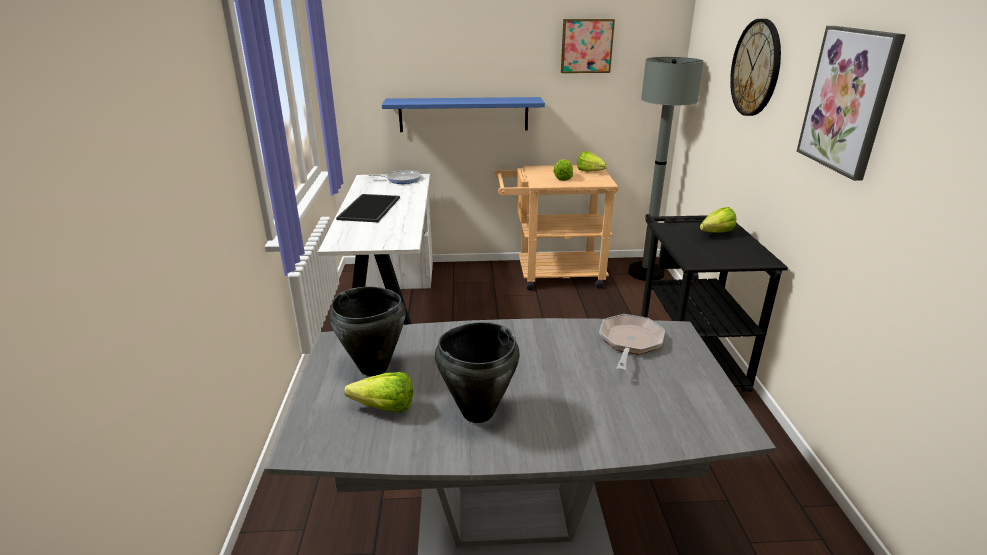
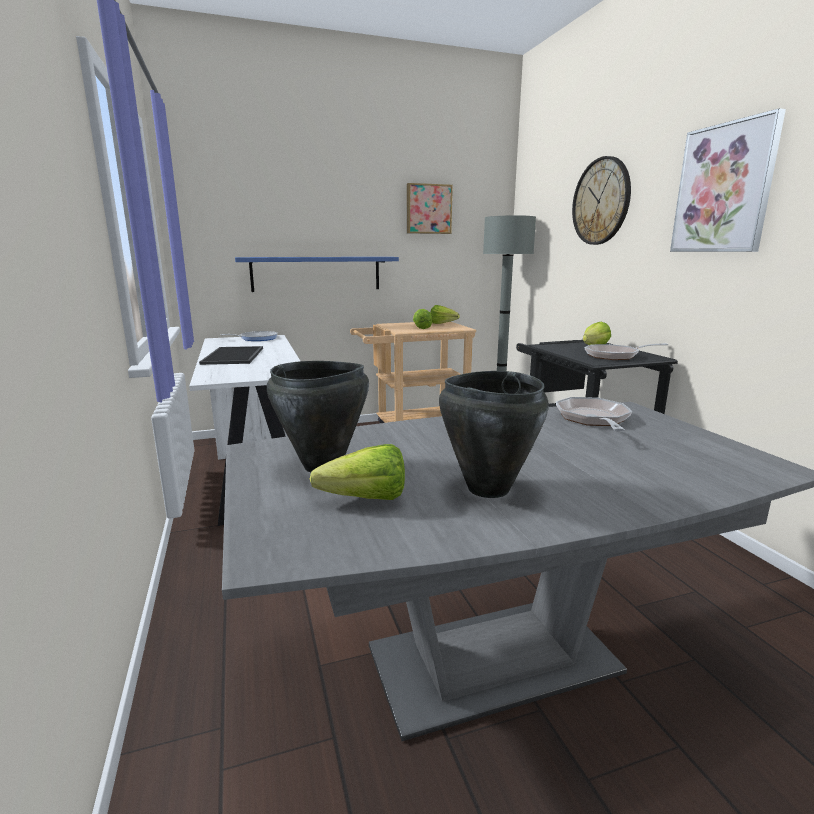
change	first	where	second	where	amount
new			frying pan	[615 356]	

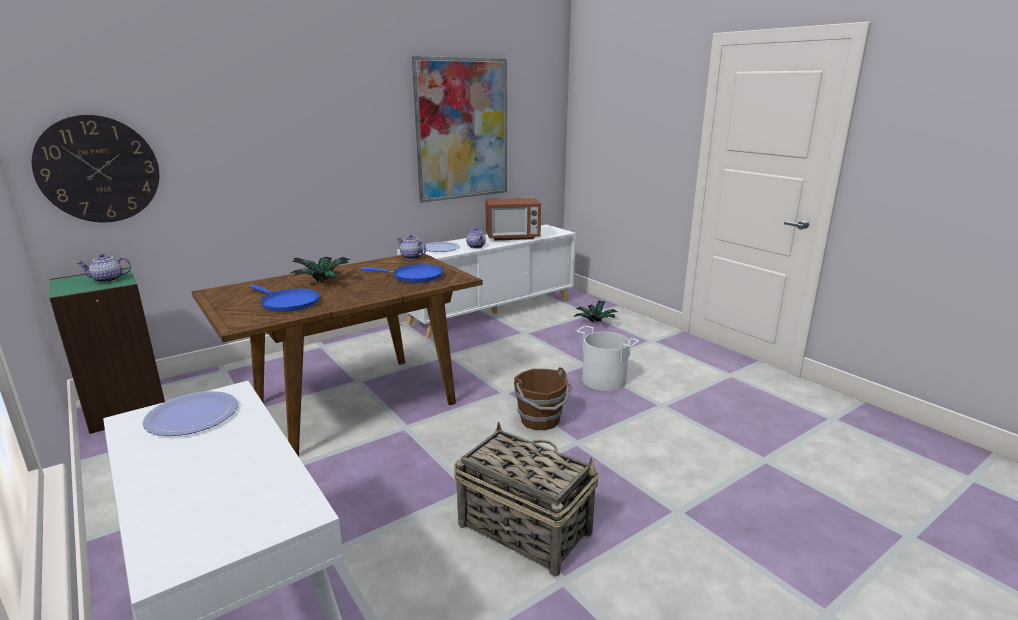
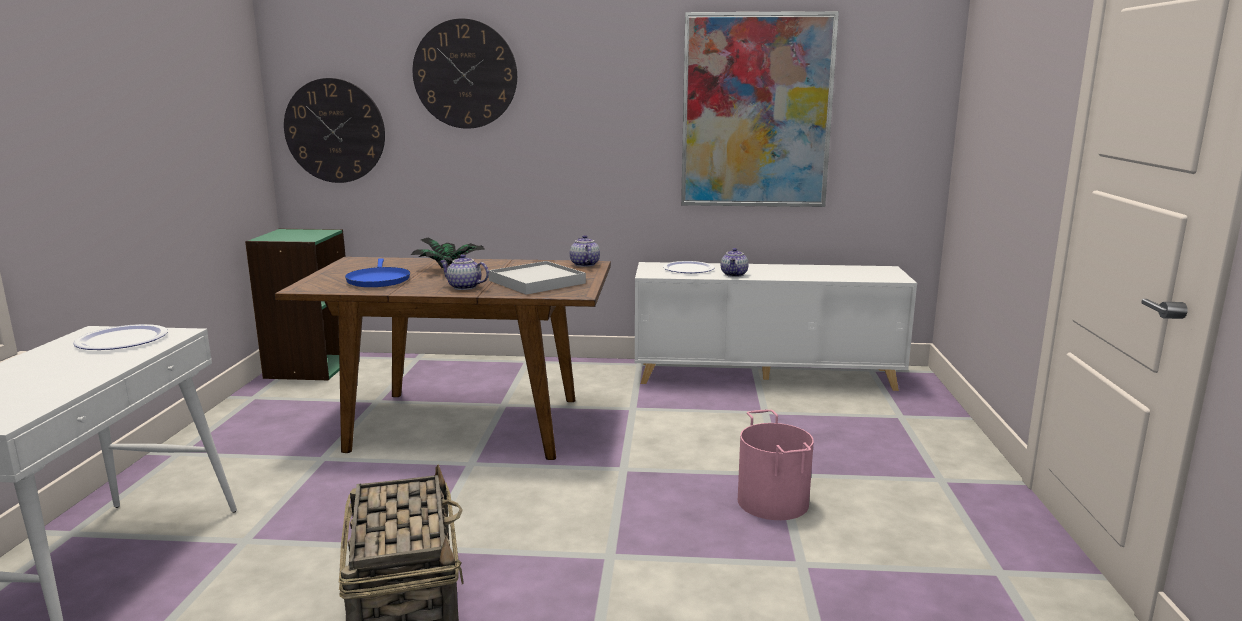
change	first	where	second	where	amount
gone	microwave	[512 237]			
gone	bucket (brown)	[540 420]			
gone	potted plant	[595 323]			
new			wall clock	[465 74]	
shifted	teapot	[107 280]		[463 287]	
swapped	frying pan (blue)	[414 276]	tray (white)	[537 282]	
repainted	bucket (white)	[603 380]	bucket (pink)	[771 502]	

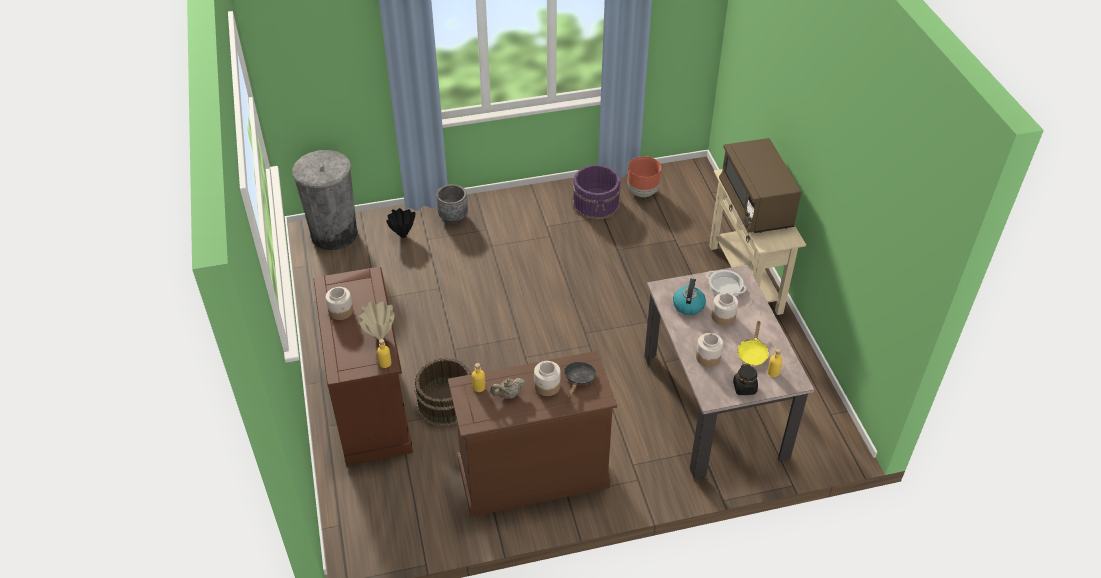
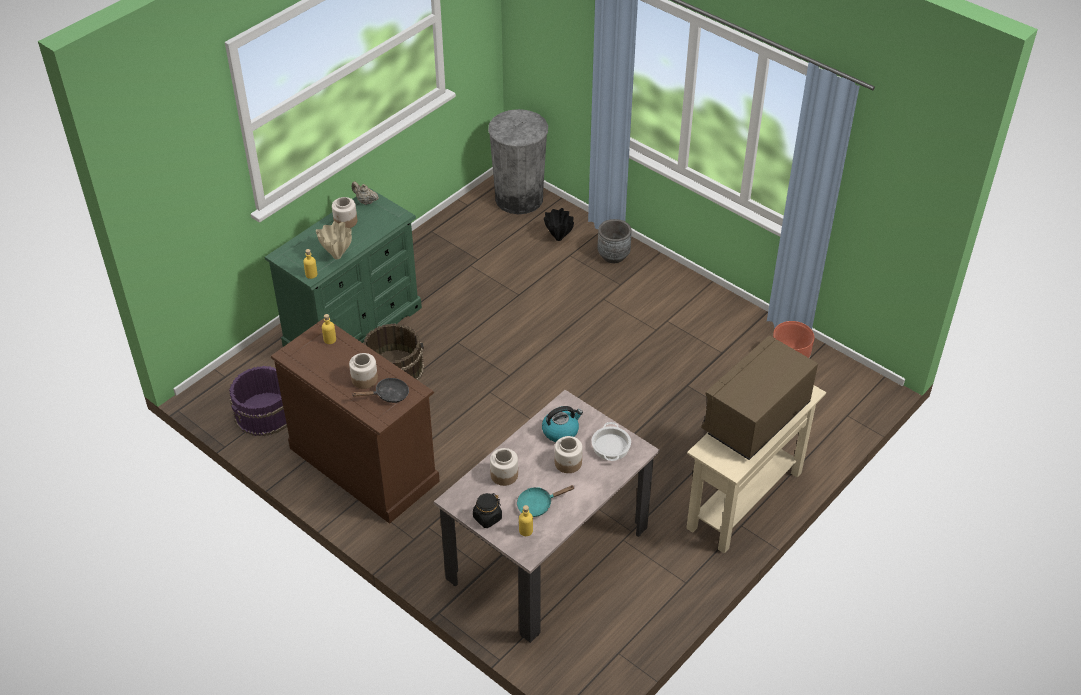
change	first	where	second	where	amount
shifted	teapot (beige)	[508 395]		[365 201]	
shifted	bucket (purple)	[596 203]		[265 413]	
repainted	dresser (brown)	[371 406]	dresser (green)	[353 327]	
repainted	frying pan (yellow)	[752 353]	frying pan (turquoise)	[538 504]	

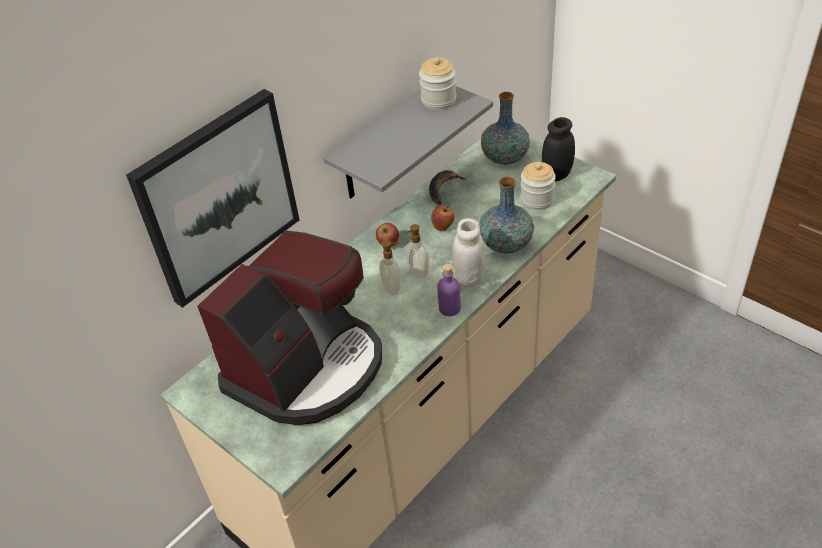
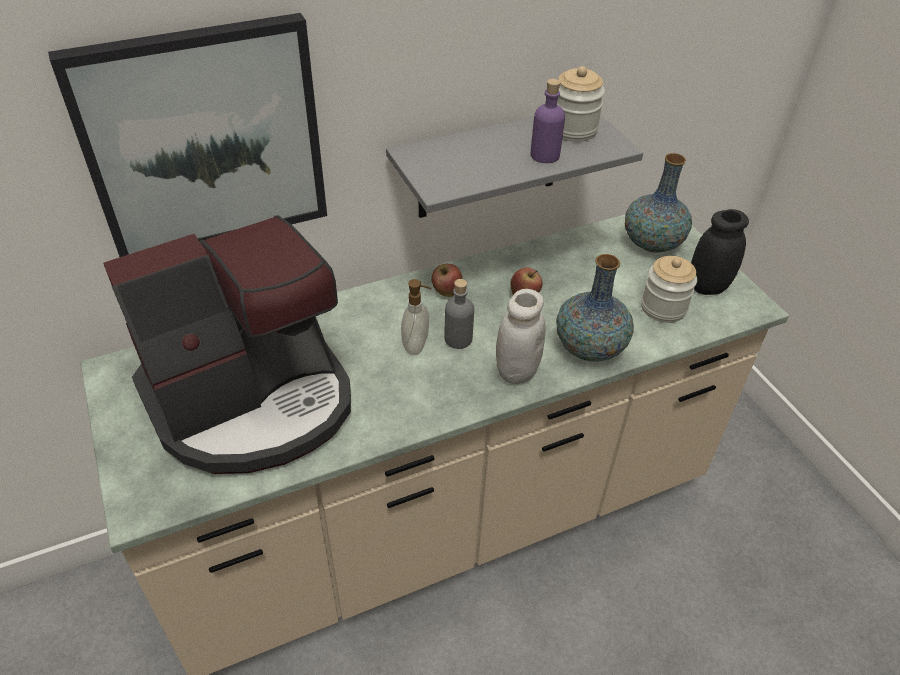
change	first	where	second	where	amount
gone	banana	[443 189]			
shifted	bottle (purple)	[449 308]		[544 155]	
swapped	soap dispenser	[417 272]	bottle (grey)	[458 339]	

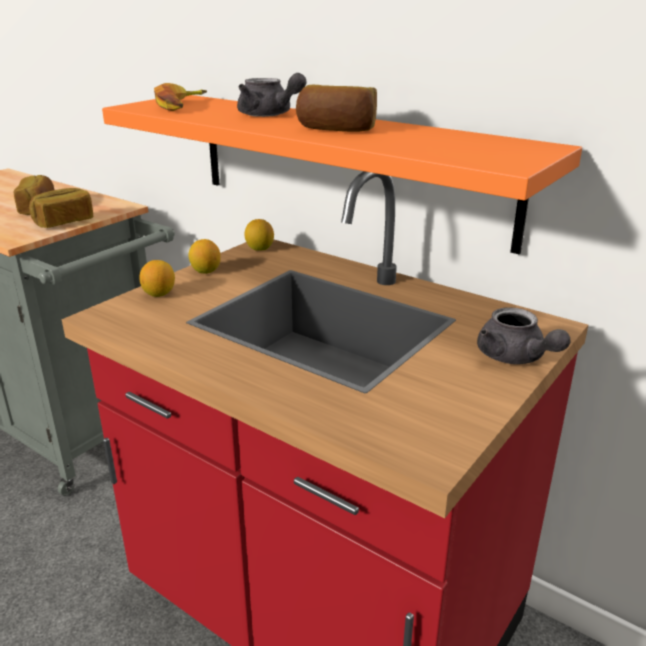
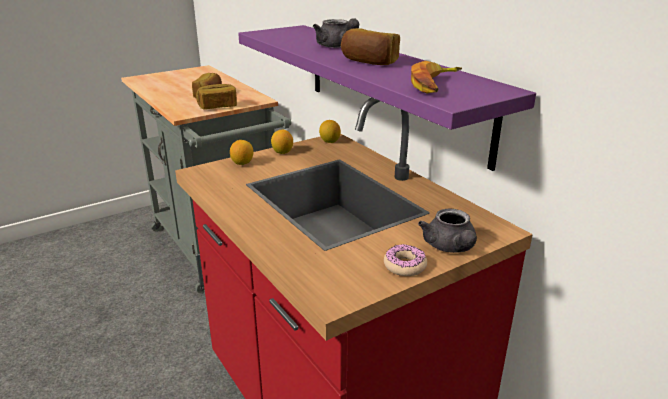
change	first	where	second	where	amount
new			donut	[405 266]	
shifted	banana	[181 105]		[435 84]	
repainted	shelf (orange)	[346 166]	shelf (purple)	[391 88]	

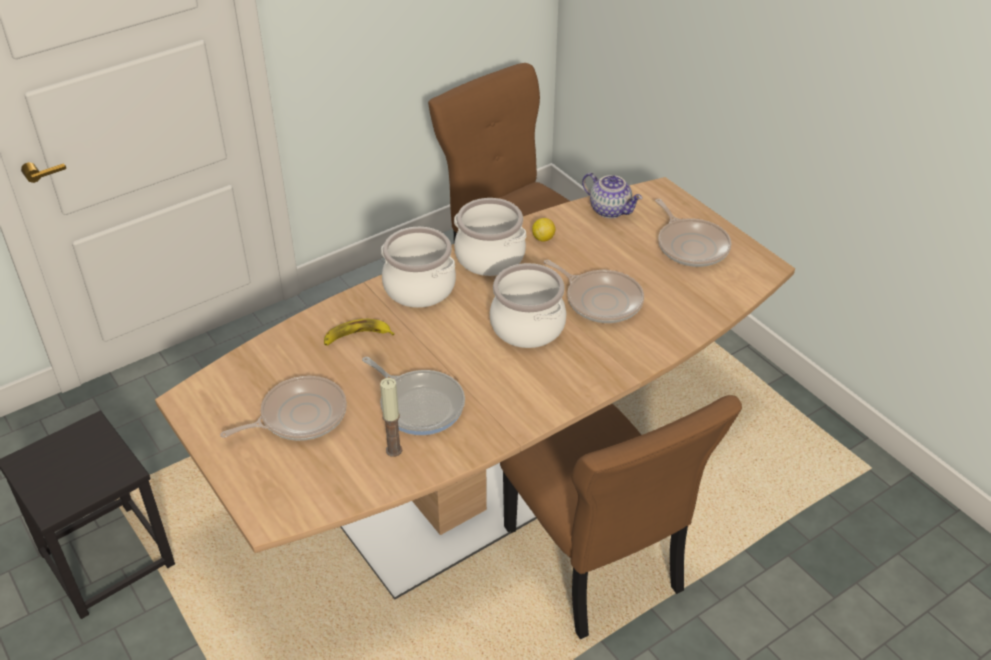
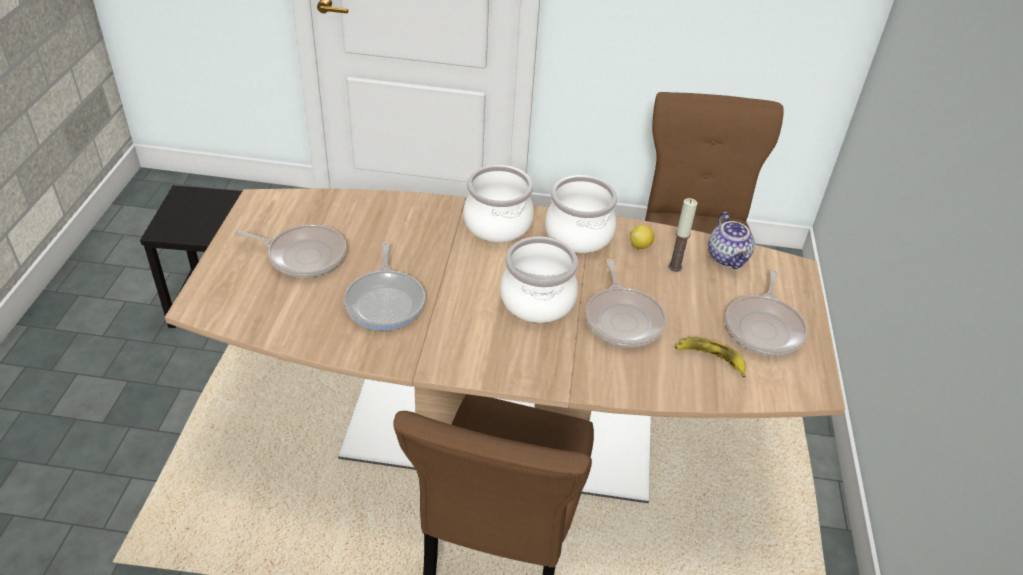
change	first	where	second	where	amount
shifted	banana	[357 337]		[710 358]	
shifted	candle	[394 450]		[675 267]	

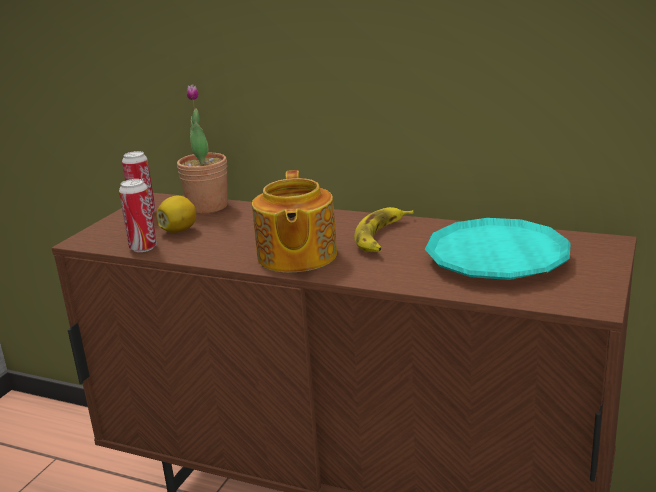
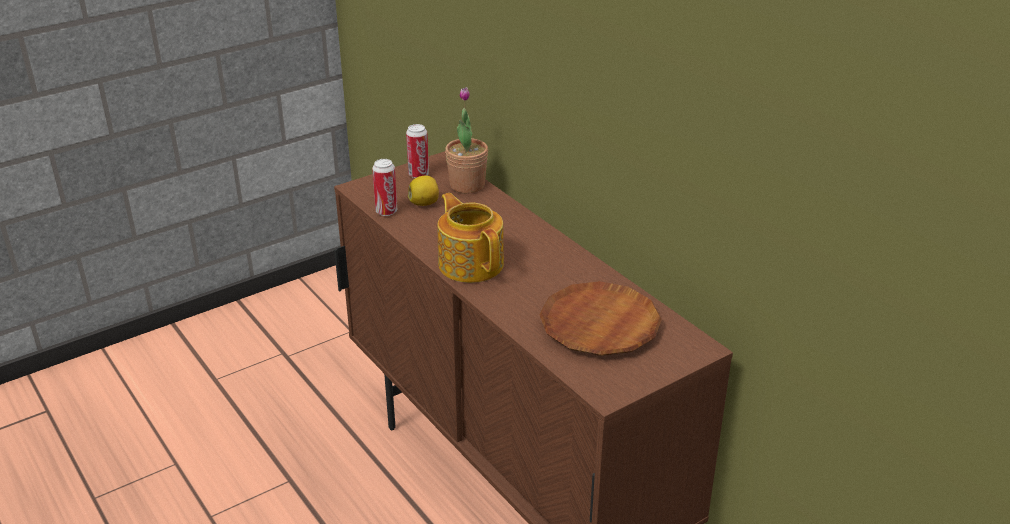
change	first	where	second	where	amount
gone	banana	[382 236]			
repainted	plate (turquoise)	[496 258]	plate (brown)	[599 326]	
rotated	teapot	[296 256]		[471 263]	120 degrees clockwise

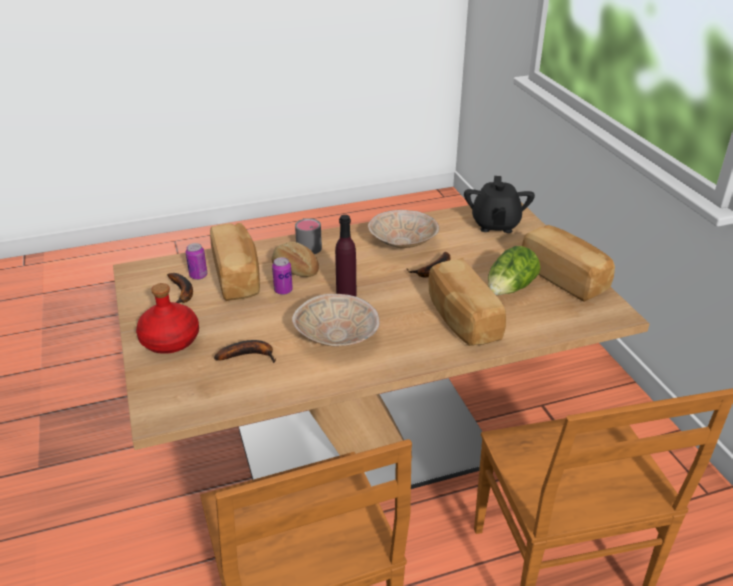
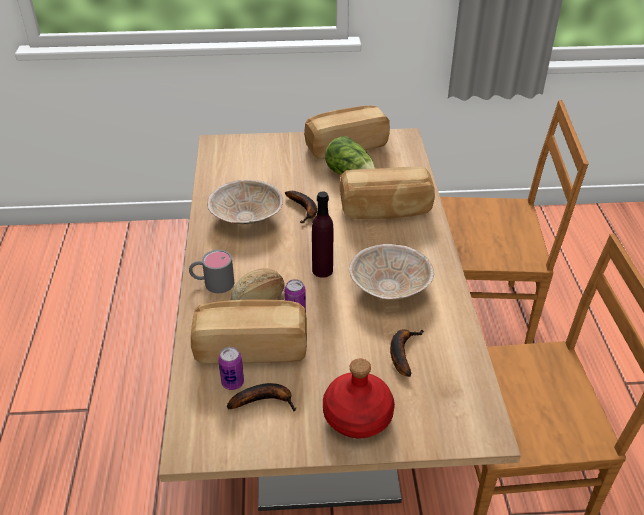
change	first	where	second	where	amount
gone	teapot (black)	[495 225]			

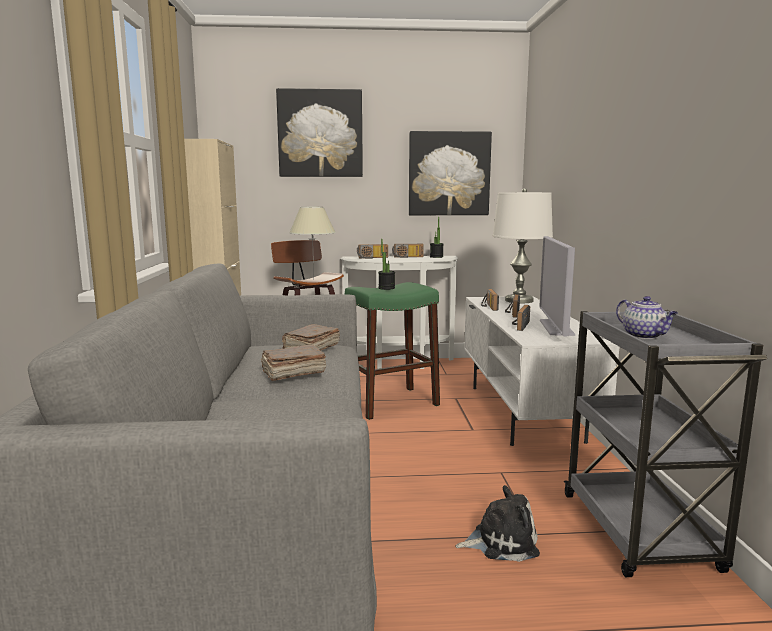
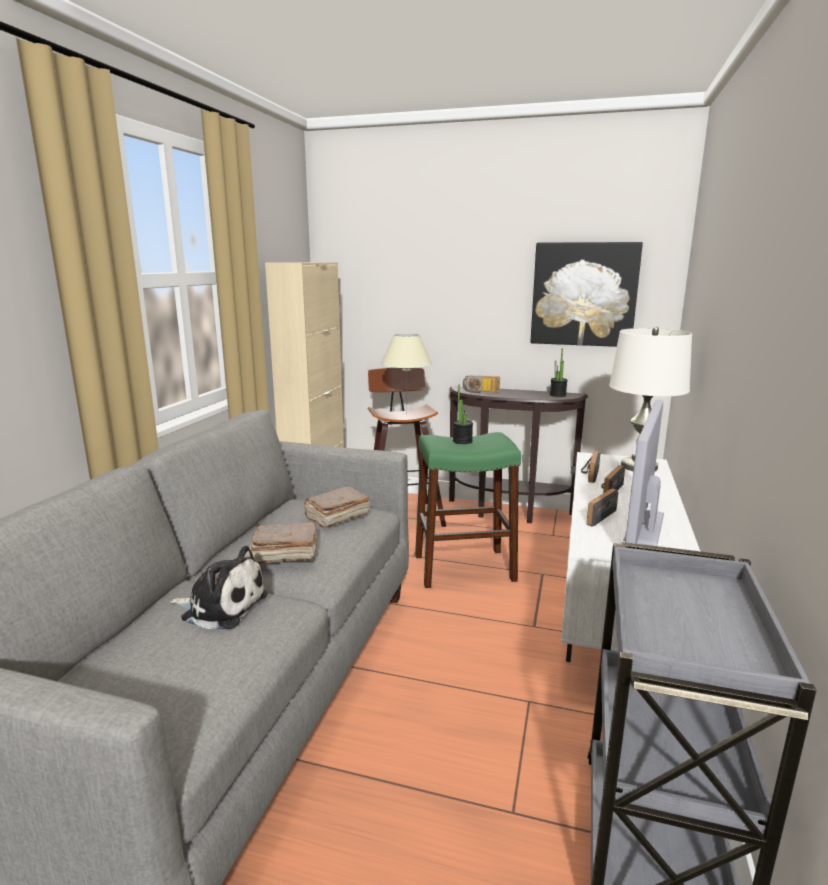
change	first	where	second	where	amount
gone	picture	[320 134]			
gone	radio	[407 257]			
gone	teapot	[644 336]			
shifted	plush toy	[501 541]		[221 606]	
repainted	console table (white)	[400 364]	console table (brown)	[508 512]	

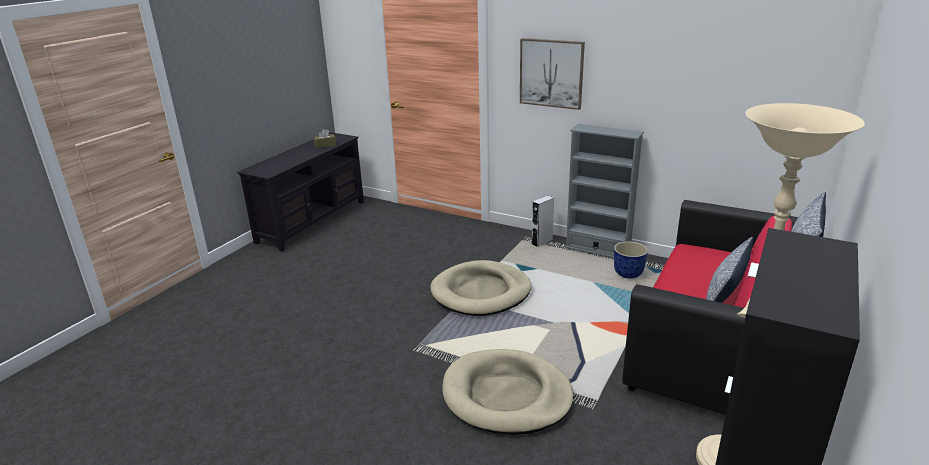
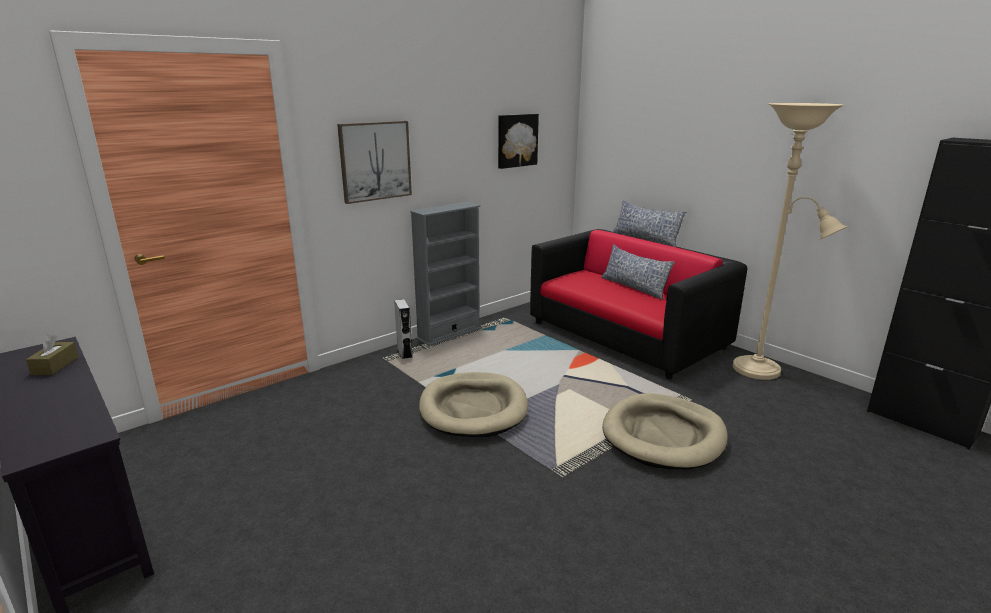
change	first	where	second	where	amount
gone	planter	[628 274]			
new			picture	[516 140]	

